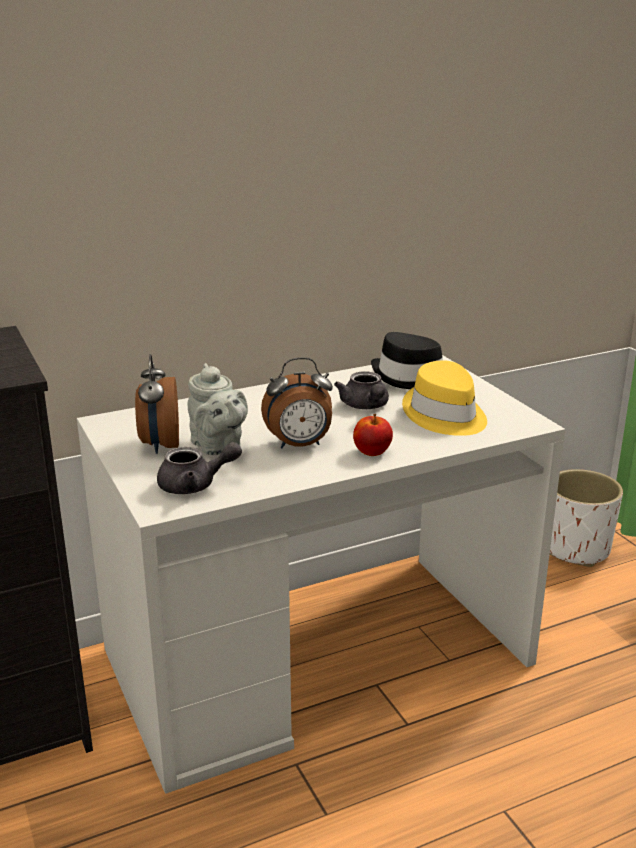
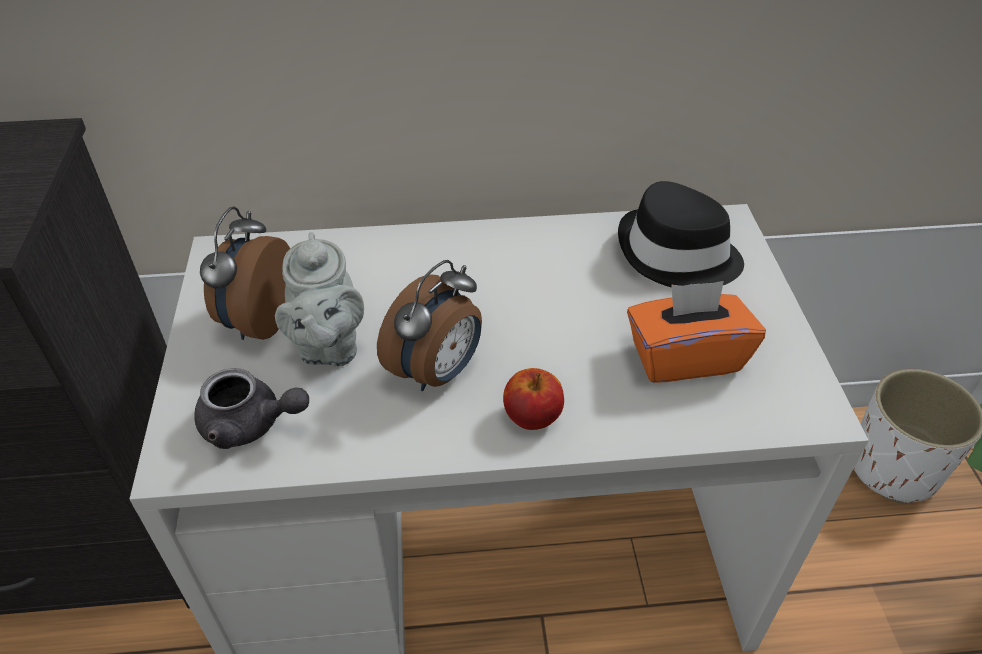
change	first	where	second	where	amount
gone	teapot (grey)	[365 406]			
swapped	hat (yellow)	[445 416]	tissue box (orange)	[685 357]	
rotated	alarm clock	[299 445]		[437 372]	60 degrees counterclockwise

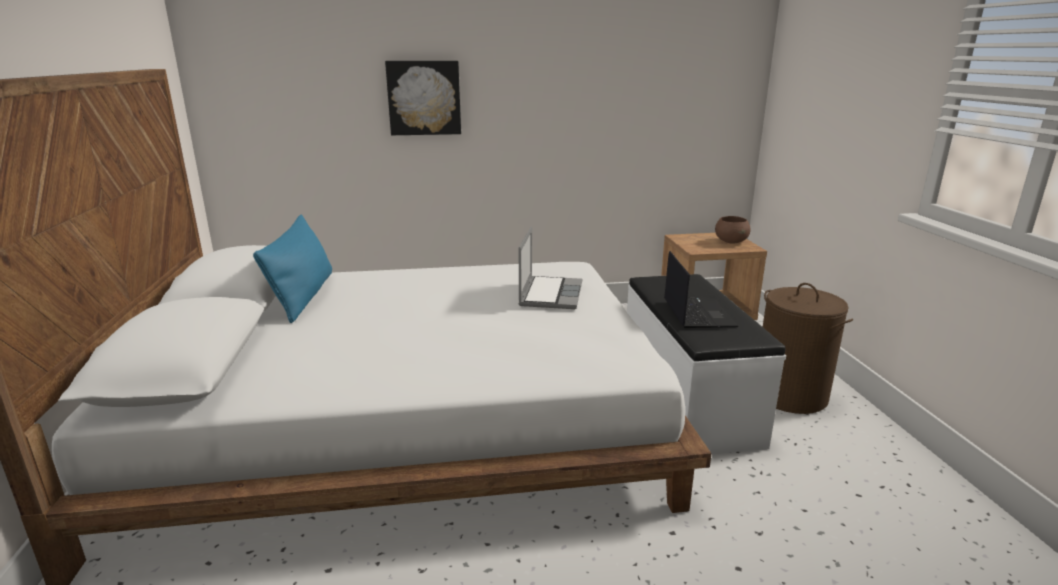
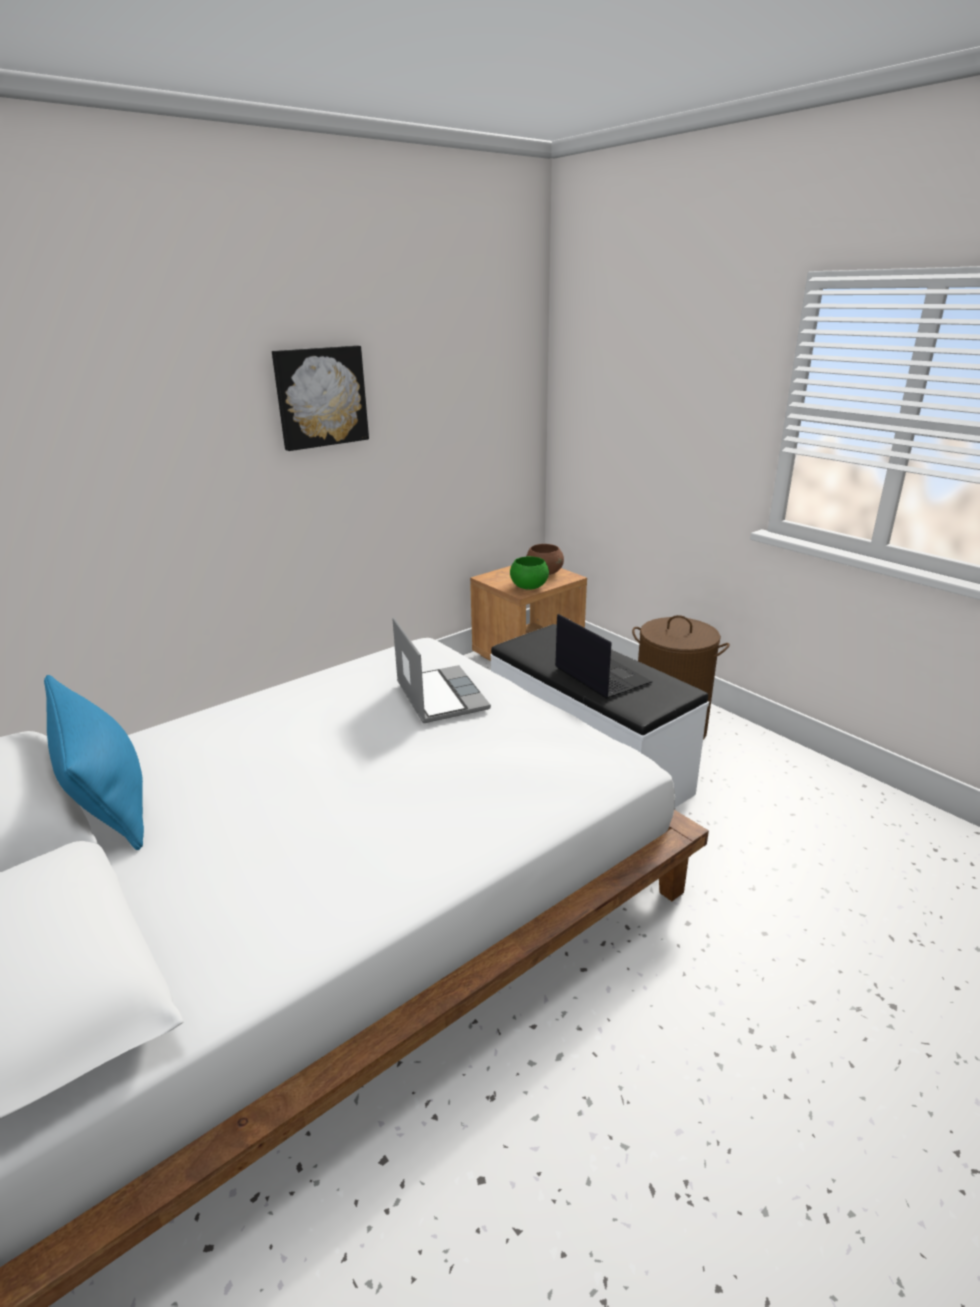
change	first	where	second	where	amount
new			bowl (green)	[528 587]	
shifted	picture	[424 98]		[320 397]	

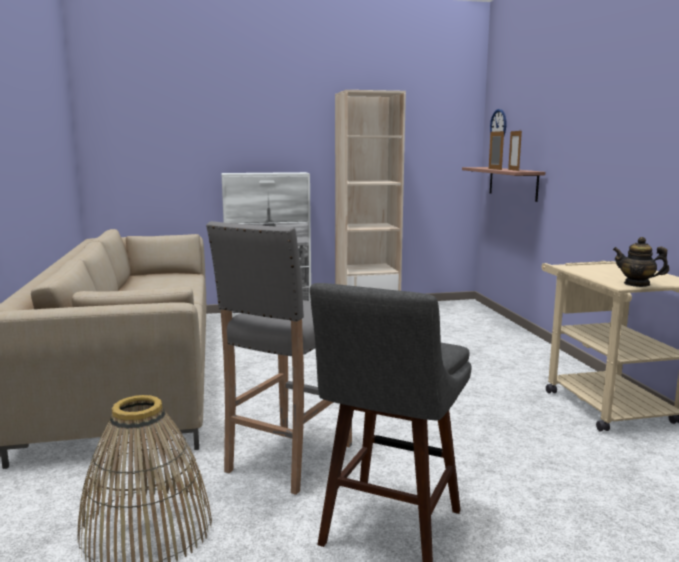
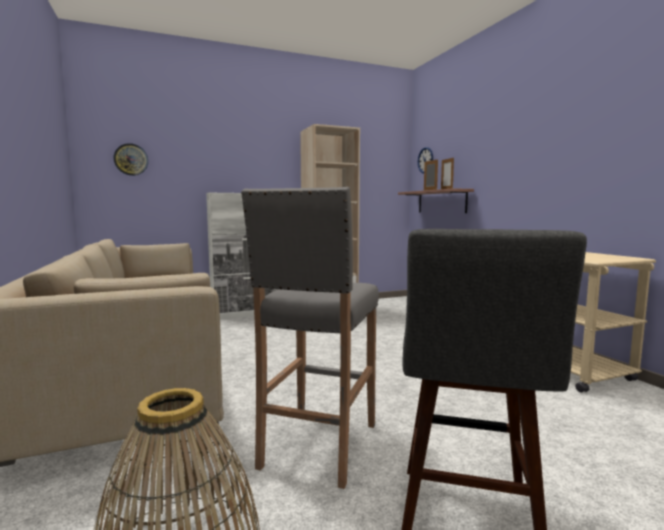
change	first	where	second	where	amount
gone	teapot	[637 284]			
new			wall clock	[131 159]	

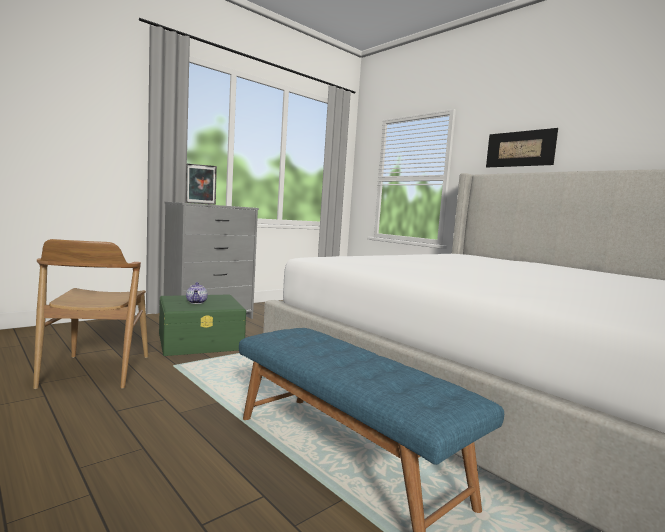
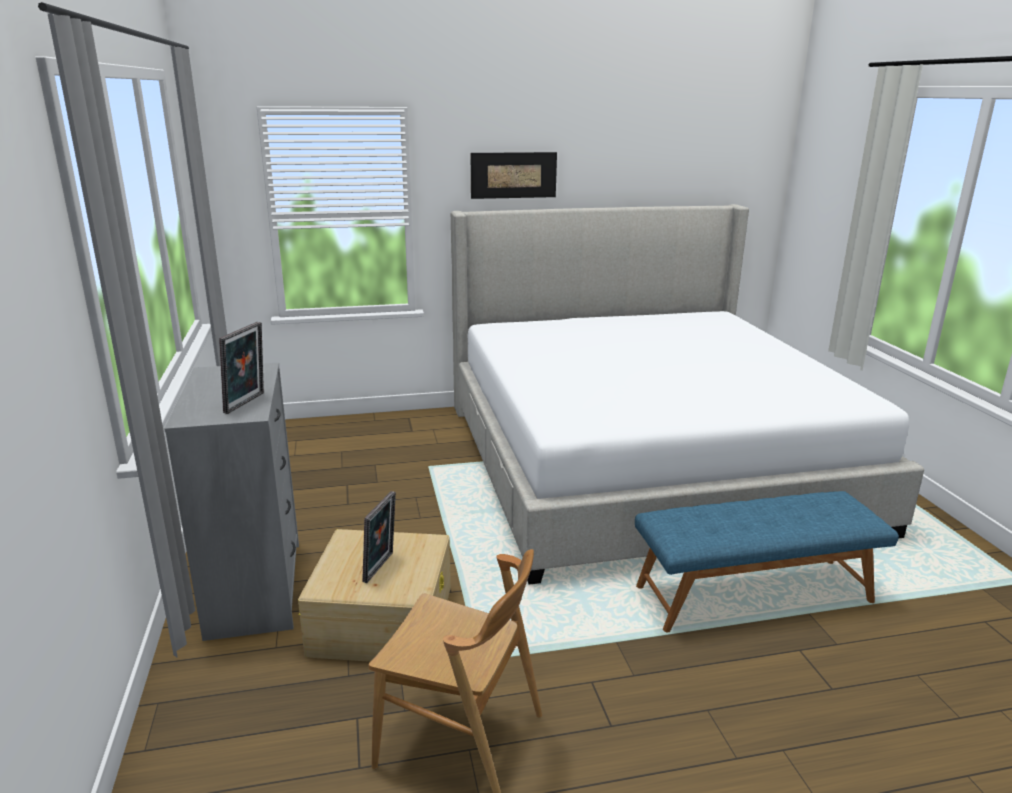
change	first	where	second	where	amount
swapped	teapot	[197 302]	picture frame	[381 568]	
repainted	storage box (green)	[201 341]	storage box (beige)	[382 618]	

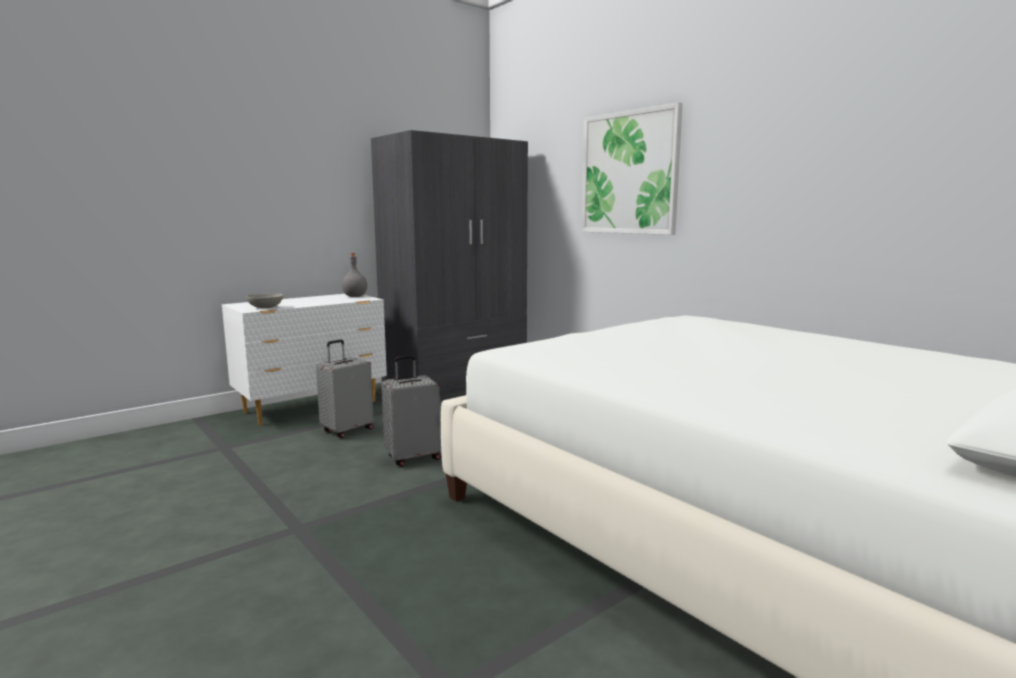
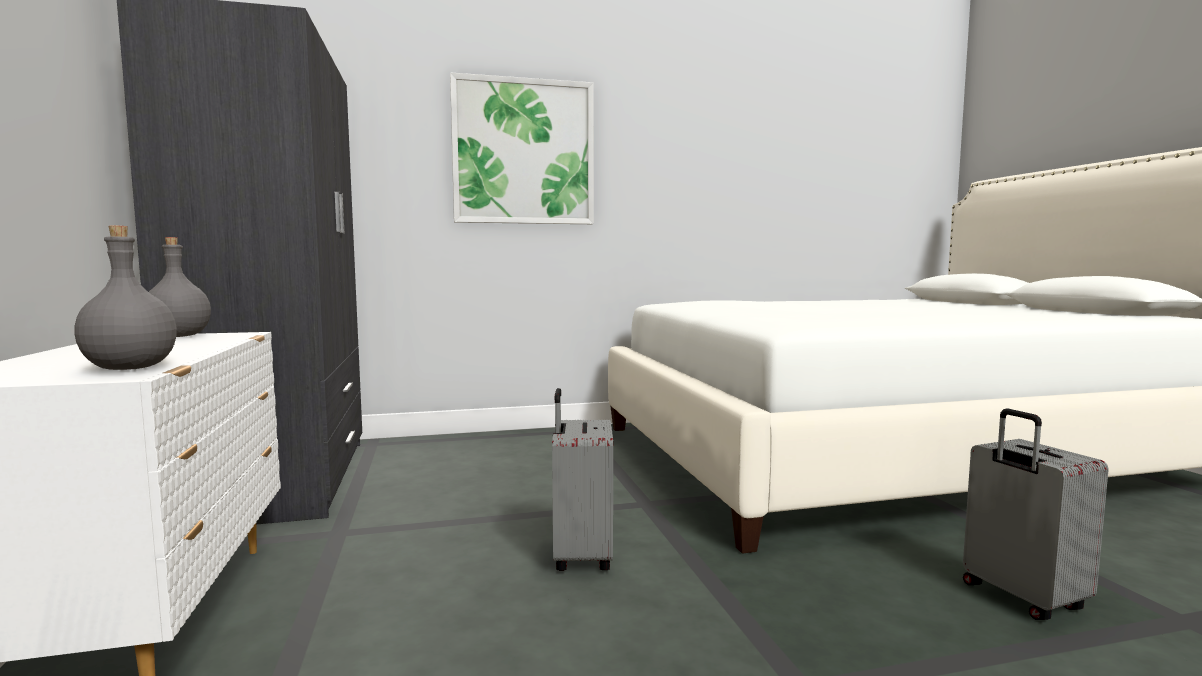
change	first	where	second	where	amount
shifted	suitcase (grey)	[347 430]		[1021 598]	
swapped	bowl (grey)	[265 308]	bottle (grey)	[129 368]	

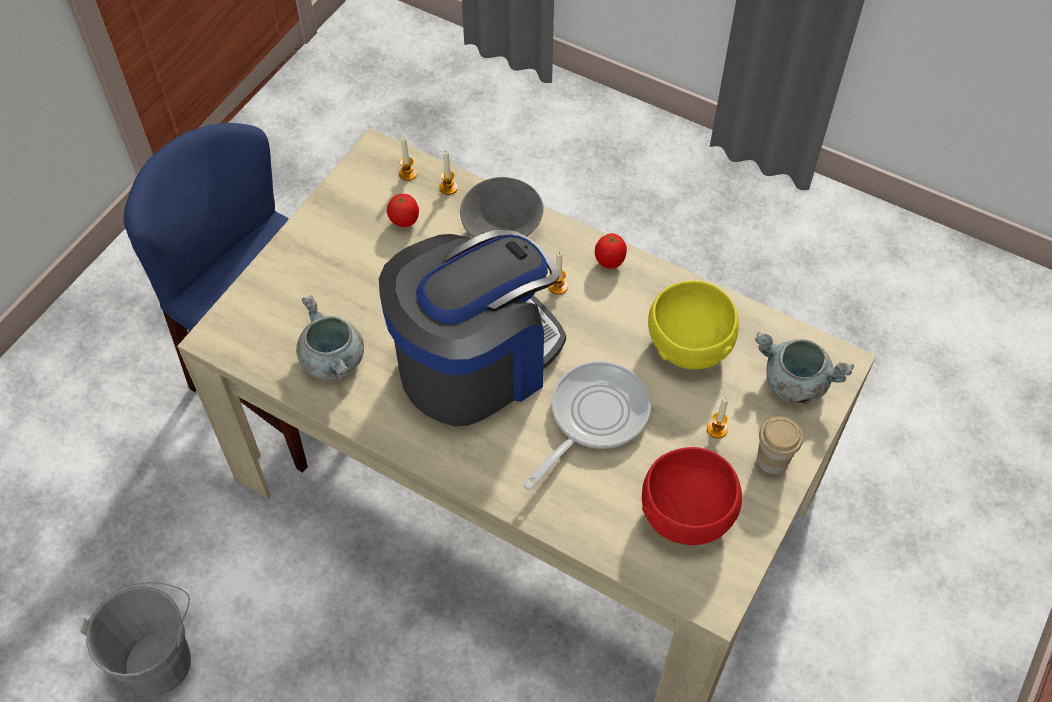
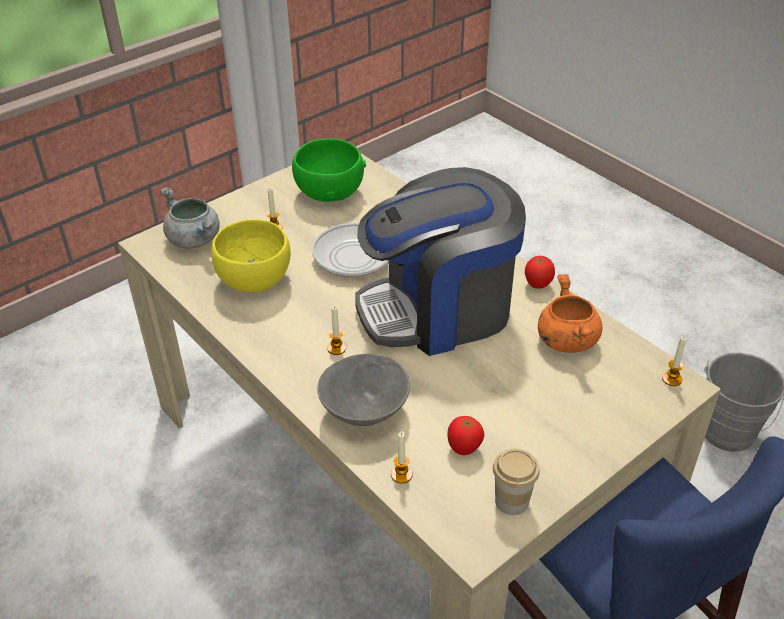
change	first	where	second	where	amount
shifted	candle	[408 174]		[671 379]	
shifted	tomato	[610 262]		[537 285]	
shifted	cup	[772 460]		[511 501]	
repainted	cooking pot (grey)	[334 361]	cooking pot (orange)	[566 339]	
repainted	bowl (red)	[687 515]	bowl (green)	[329 193]	

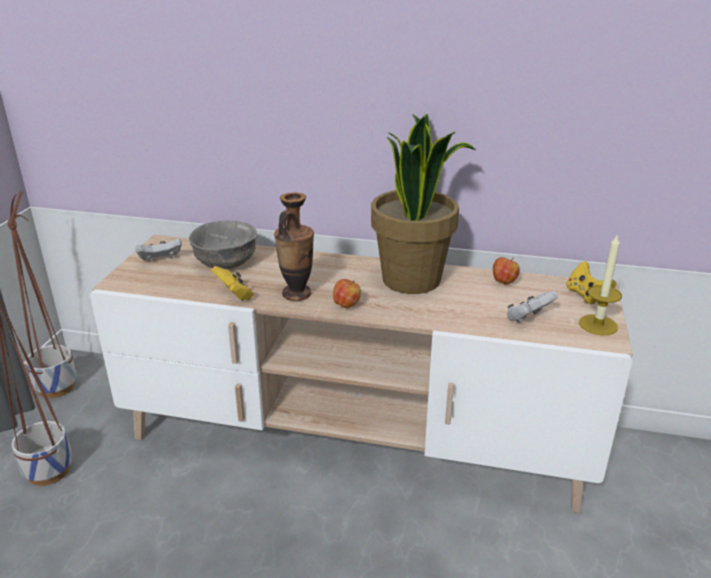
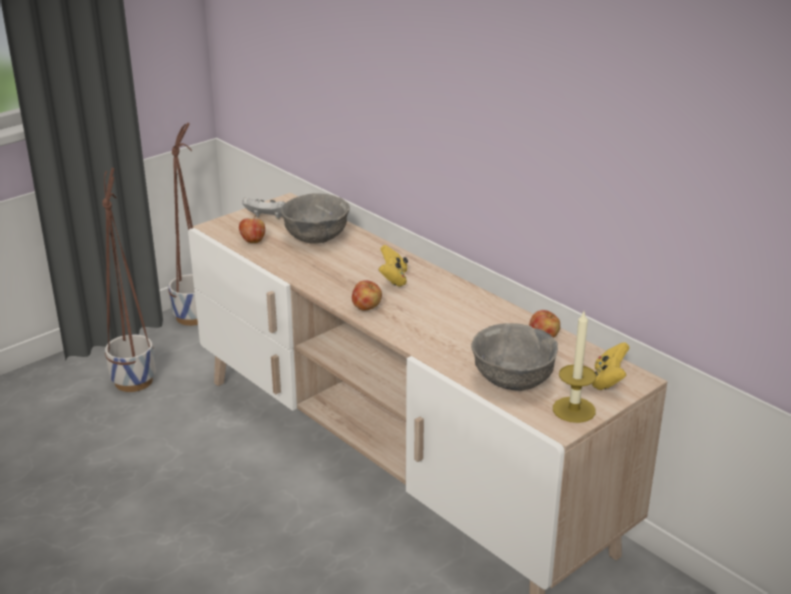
change	first	where	second	where	amount
gone	vase	[297 294]			
gone	potted plant	[413 280]			
new			apple	[252 241]	
shifted	game controller (yellow)	[235 295]		[393 279]	
swapped	game controller (white)	[528 318]	bowl (grey)	[513 379]	

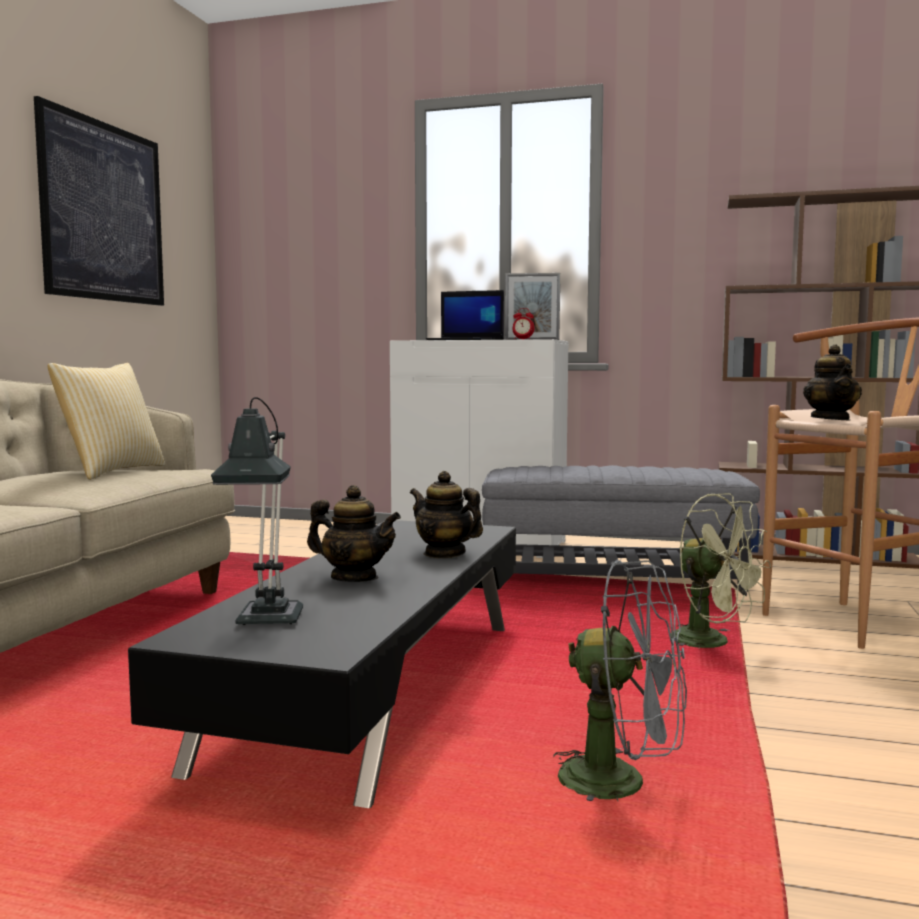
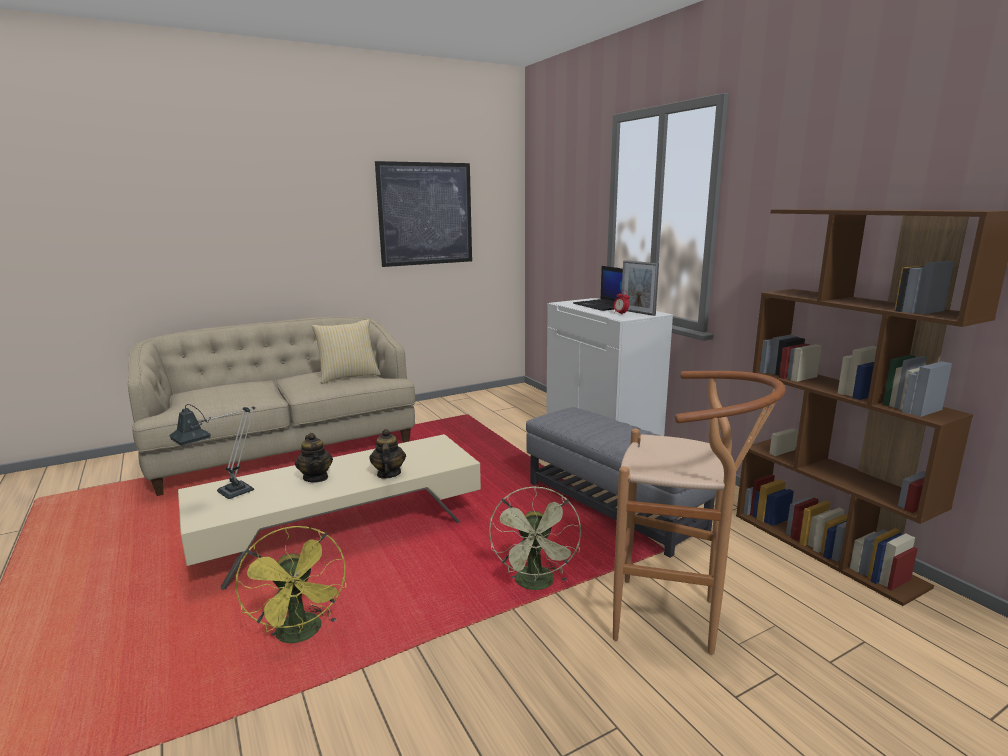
change	first	where	second	where	amount
gone	teapot	[831 419]			
repainted	coffee table (black)	[373 688]	coffee table (beige)	[341 532]	
repainted	fan (grey)	[621 783]	fan (yellow)	[302 635]	

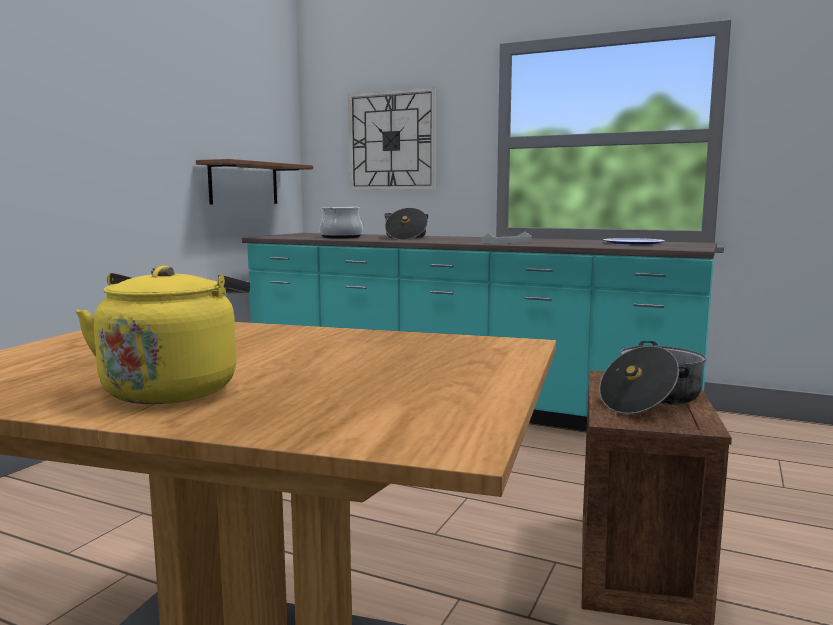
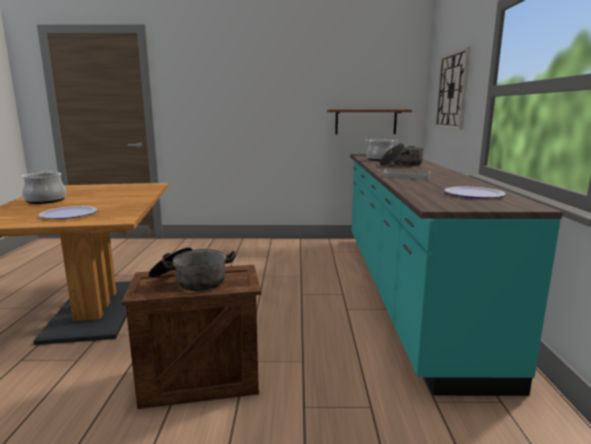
change	first	where	second	where	amount
new			plate	[69 214]	
swapped	kettle (yellow)	[174 389]	cooking pot	[46 200]	

